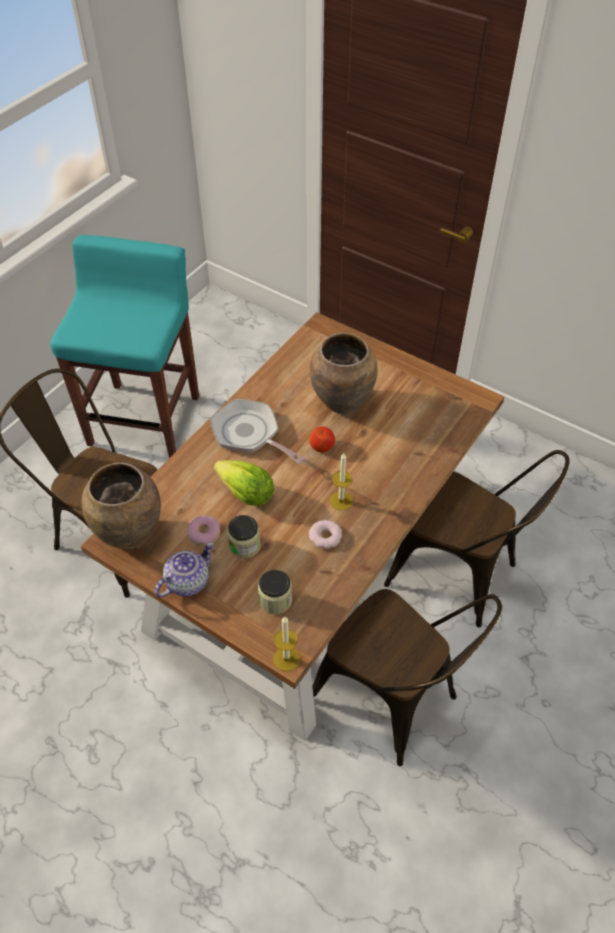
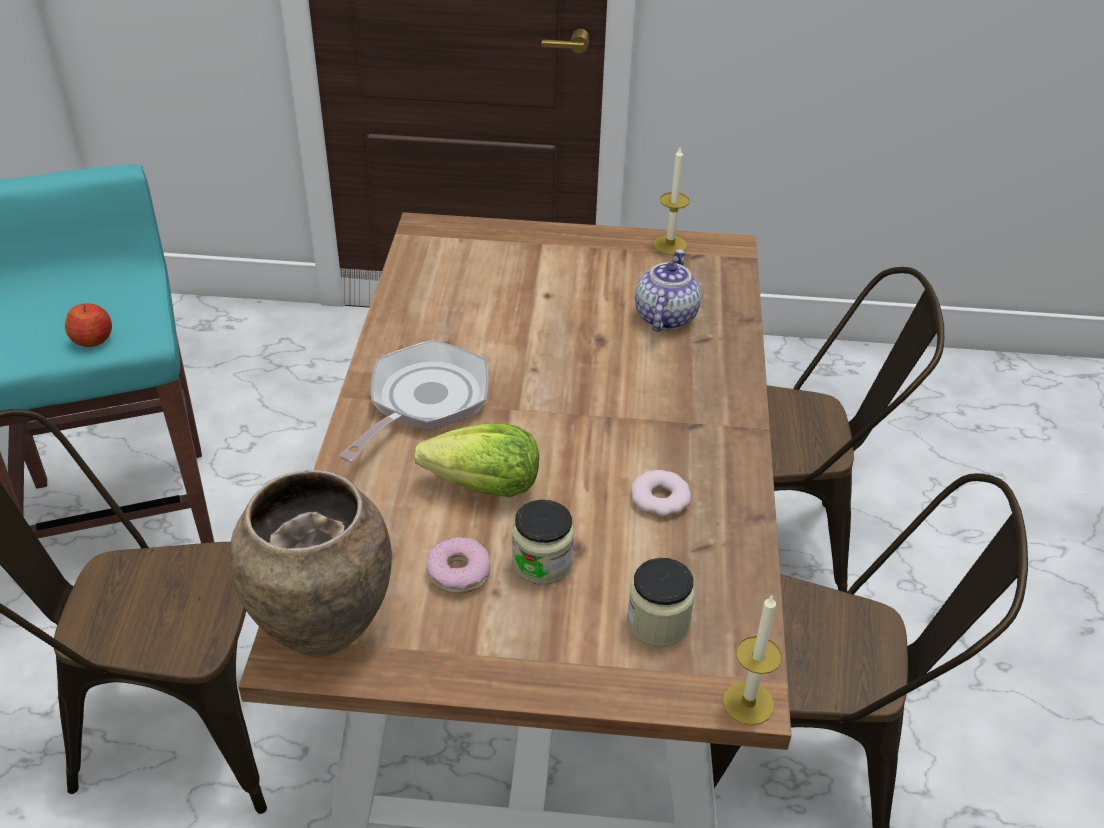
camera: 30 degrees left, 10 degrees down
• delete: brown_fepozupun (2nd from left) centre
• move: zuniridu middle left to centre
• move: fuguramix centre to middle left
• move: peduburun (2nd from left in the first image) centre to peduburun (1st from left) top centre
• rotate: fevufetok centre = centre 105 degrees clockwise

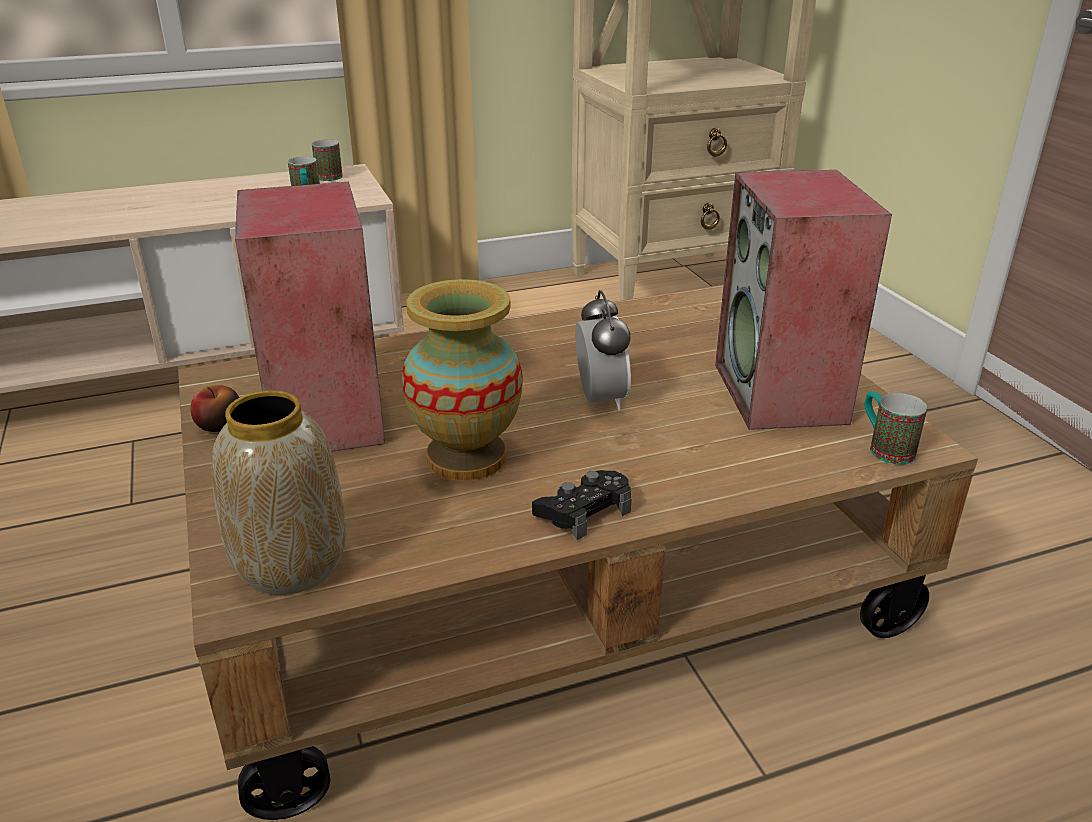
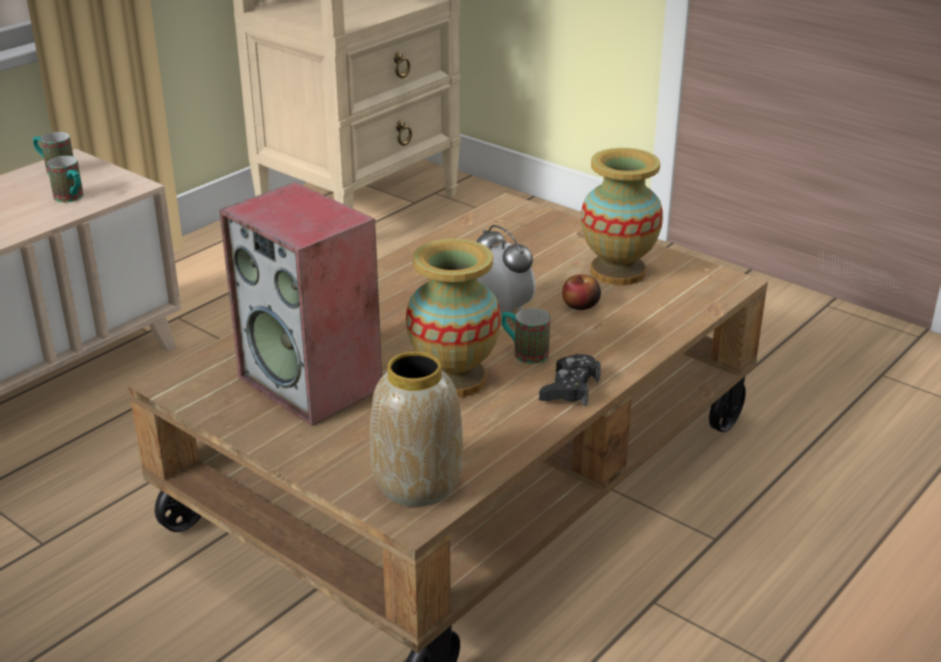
camera: 30 degrees left, 0 degrees up
• move: fuguramix middle left to centre
• move: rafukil (3rd from left) middle right to centre
• replace: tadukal (2nd from left) middle right to fepozupun (3rd from left) top centre

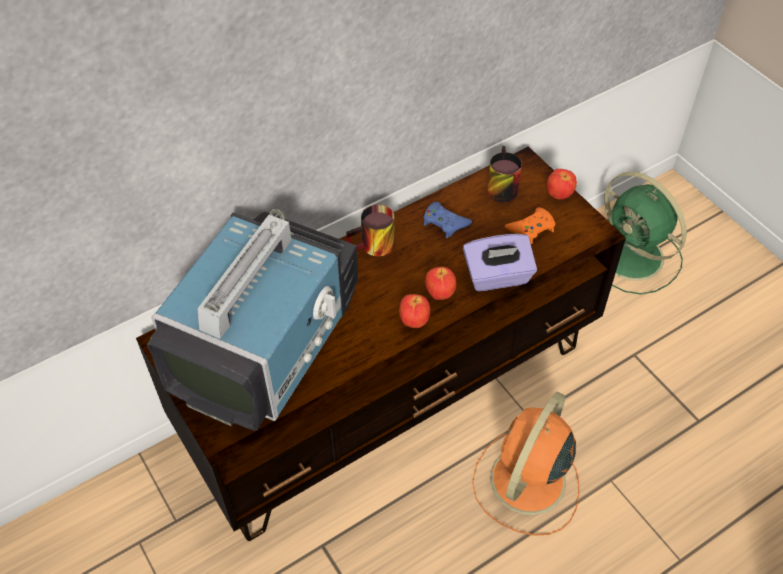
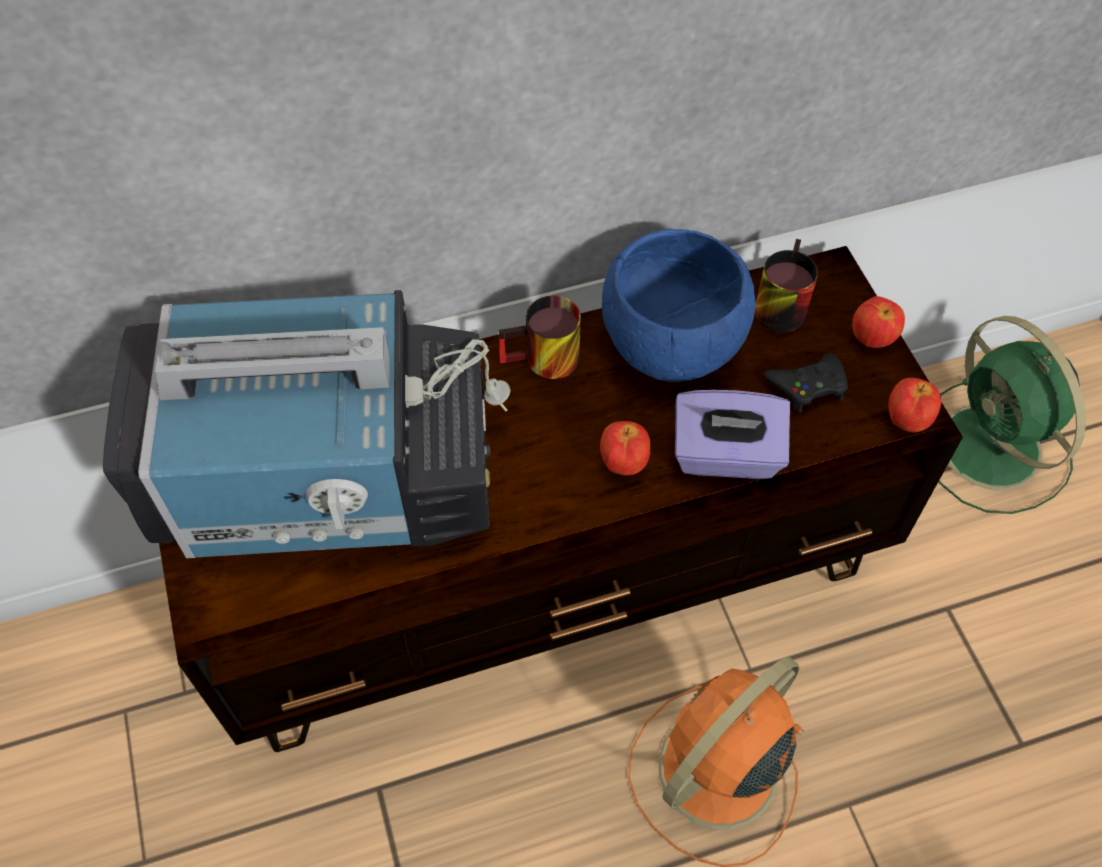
camera: 15 degrees right, 5 degrees up
• move: fuguramix (1st from left in the first image) centre to fuguramix (3rd from left) middle right
• replace: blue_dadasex centre to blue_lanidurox centre
• recolor: orange_dadasex middle right to black_dadasex middle right
• rotate: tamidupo middle left = middle left 45 degrees clockwise

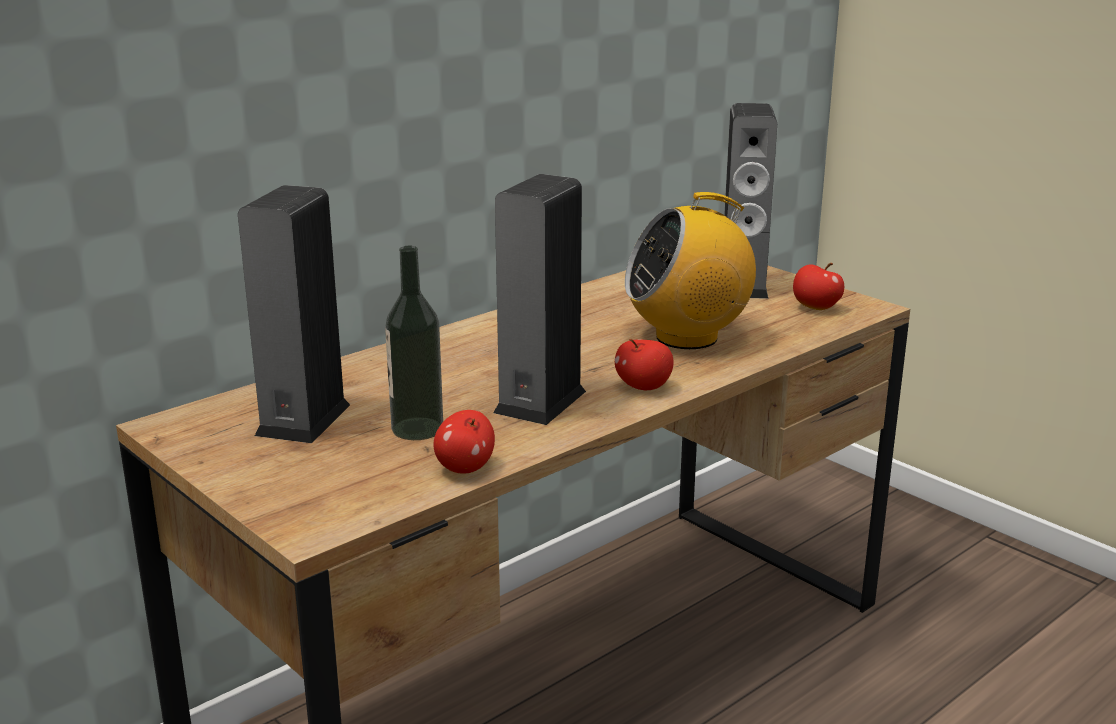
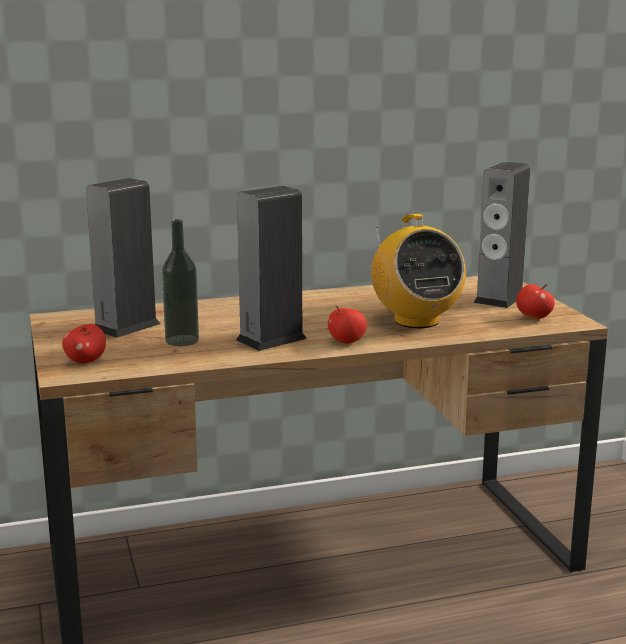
camera: 25 degrees right, 5 degrees down
• move: fuguramix (1st from left) centre to middle left
• rotate: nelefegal centre = middle right 120 degrees counterclockwise

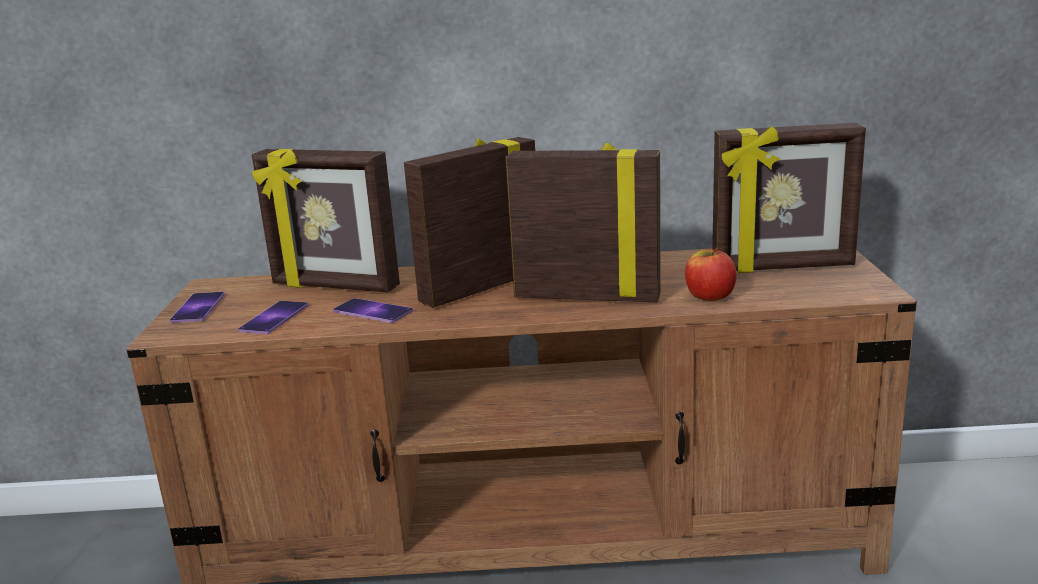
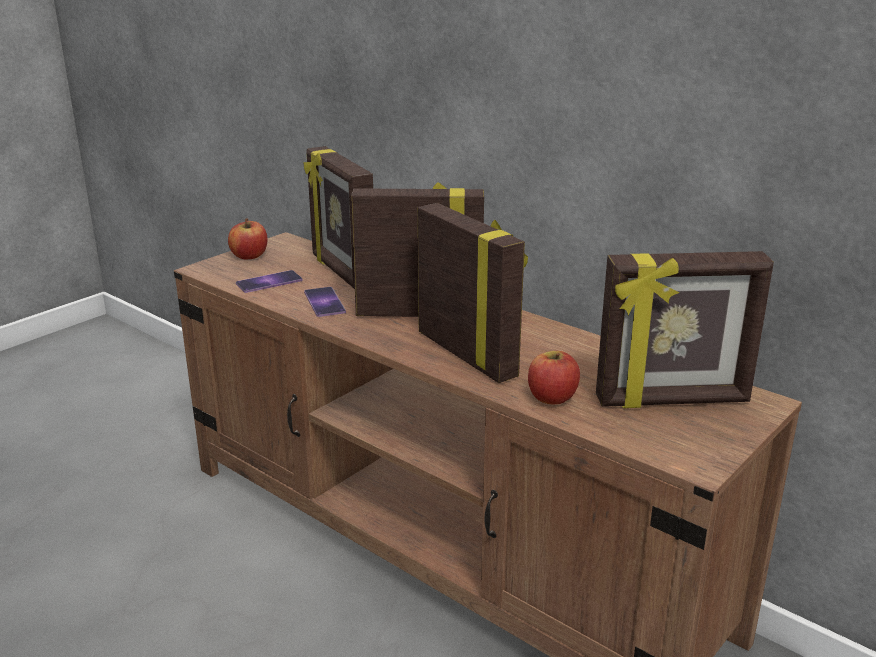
camera: 40 degrees right, 5 degrees up
• replace: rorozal (1st from left) middle left to fuguramix (1st from left) middle left
• rotate: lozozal (4th from left) middle right = middle right 45 degrees counterclockwise

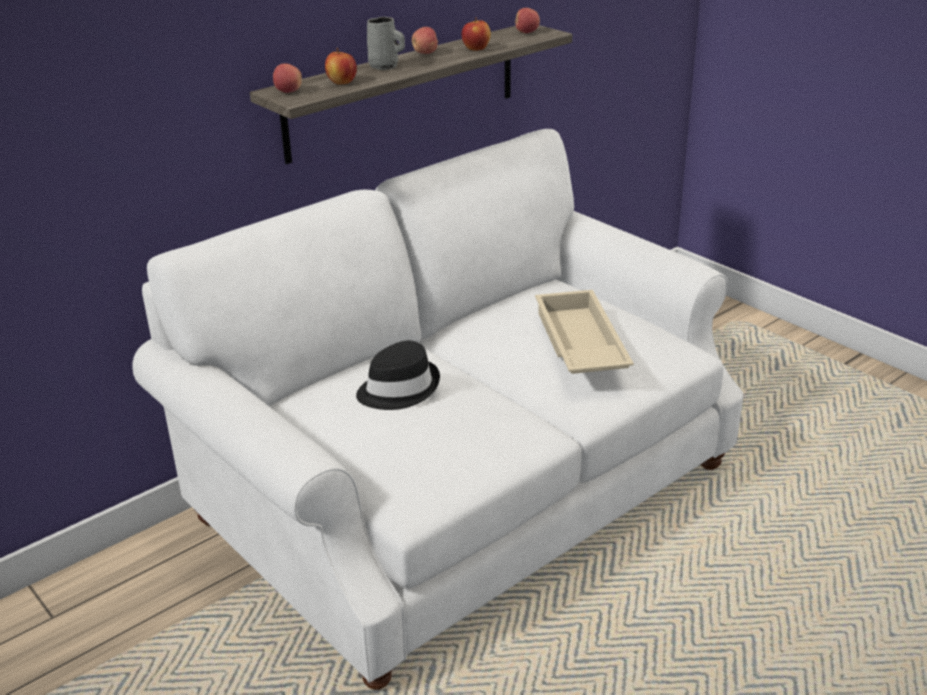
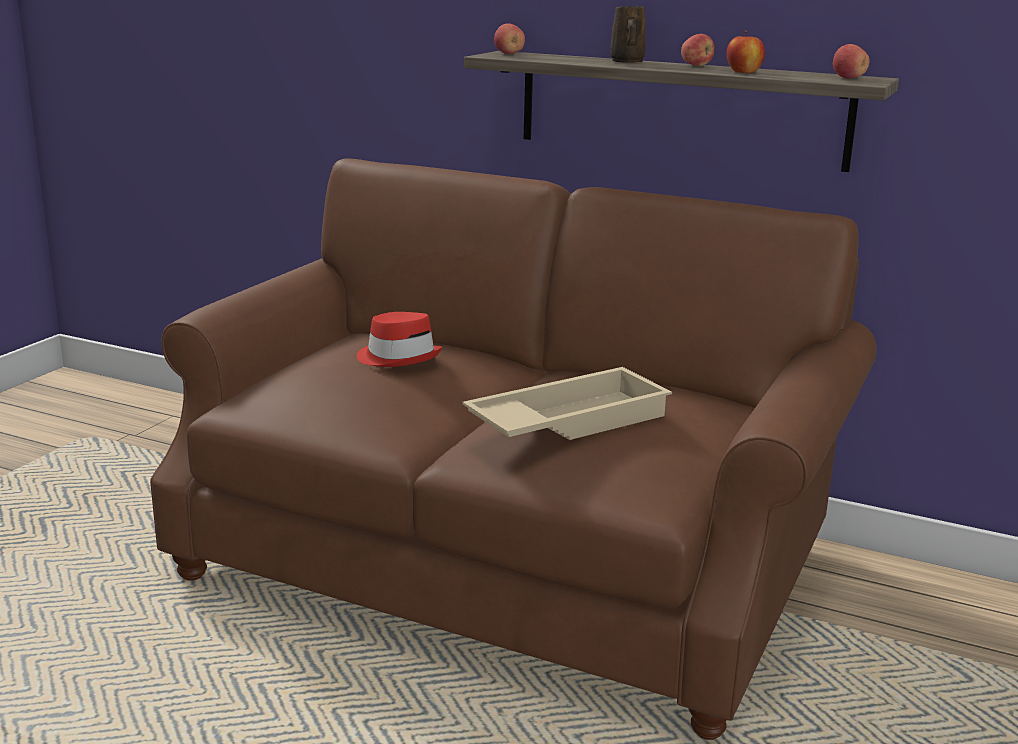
camera: 65 degrees right, 10 degrees down
• delete: fuguramix (2nd from left) top centre
• recolor: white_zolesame centre to brown_zolesame centre
• recolor: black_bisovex centre to red_bisovex centre
• recolor: grey_rafukil top centre to brown_rafukil top centre

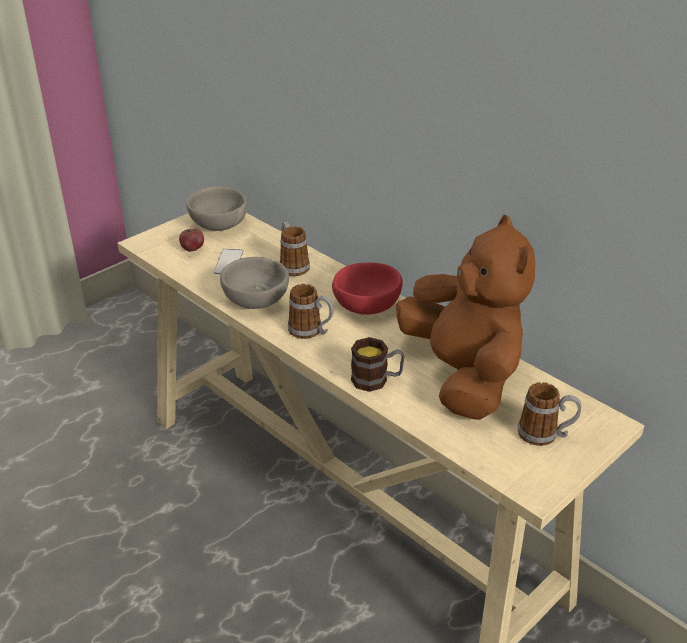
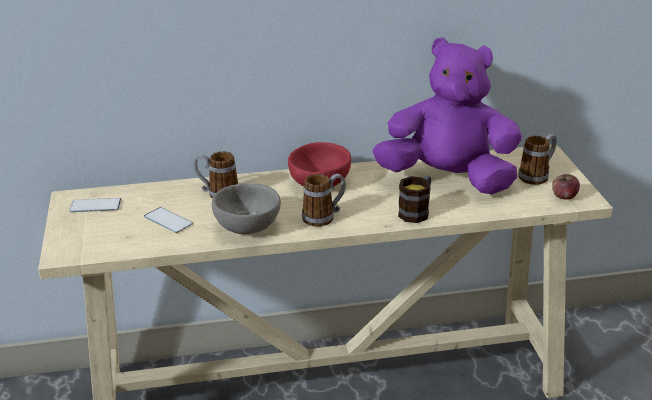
camera: 55 degrees left, 5 degrees down
• move: fuguramix middle left to middle right
• replace: grey_lanidurox (1st from left) top left to rorozal (1st from left) middle left
• recolor: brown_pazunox middle right to purple_pazunox top right

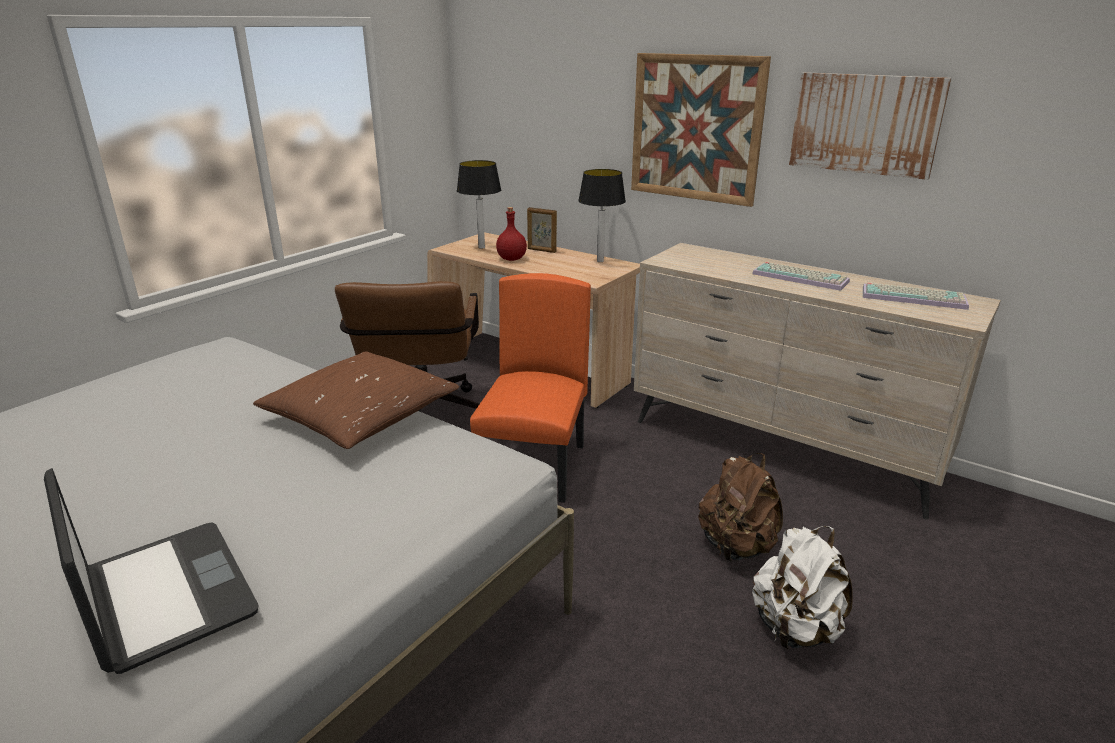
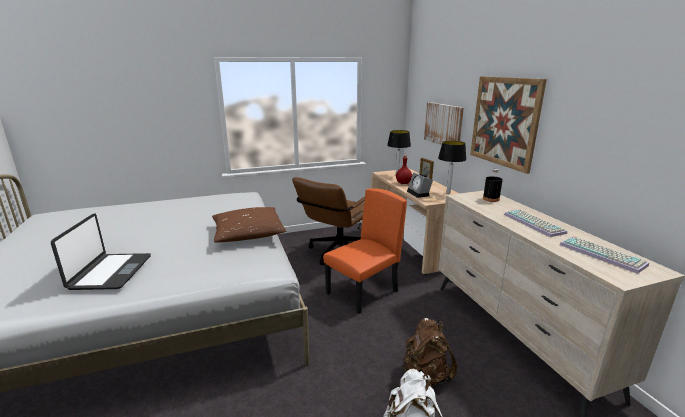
camera: 35 degrees right, 5 degrees down
• insert: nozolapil centre
• insert: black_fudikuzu middle right
• move: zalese (2nd from left in the first image) top right to zalese (1st from left) top centre

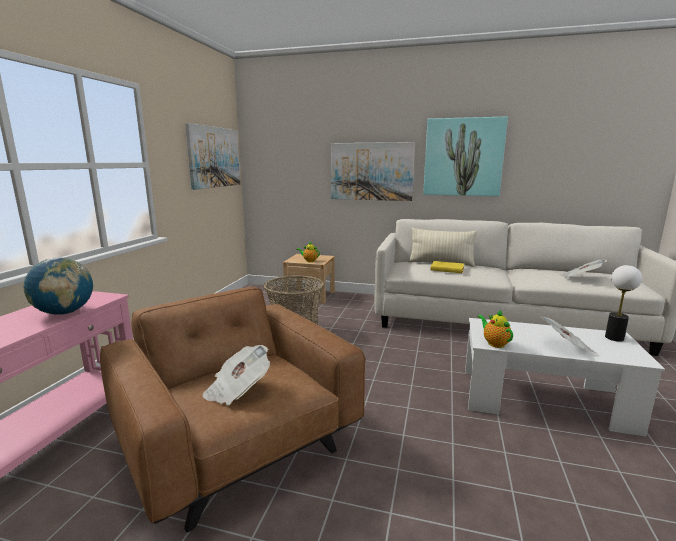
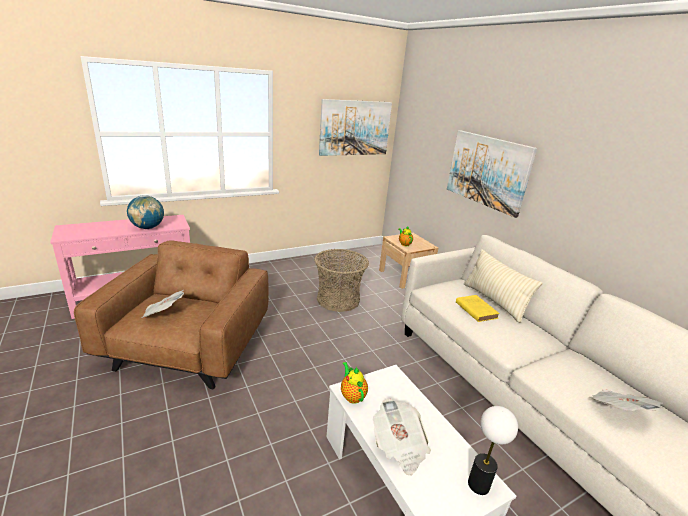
camera: 45 degrees right, 10 degrees up
• delete: zalese (3rd from left) top right
• rotate: zuniridu (2nd from left in the first image) middle right = bottom centre 45 degrees counterclockwise

